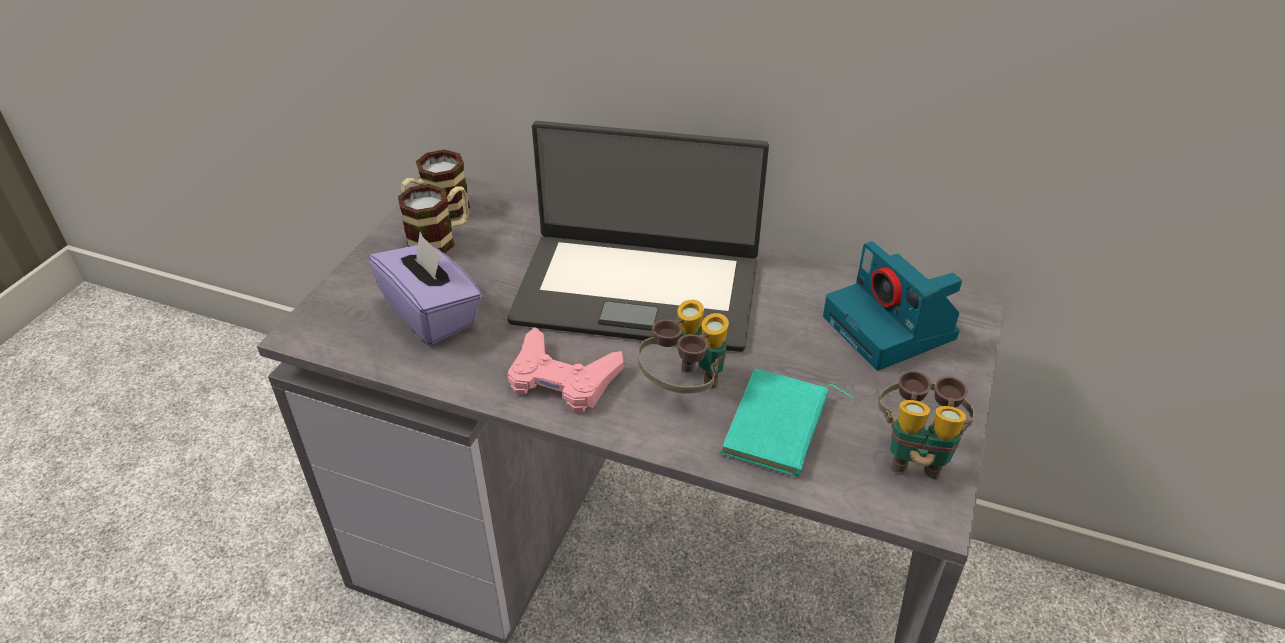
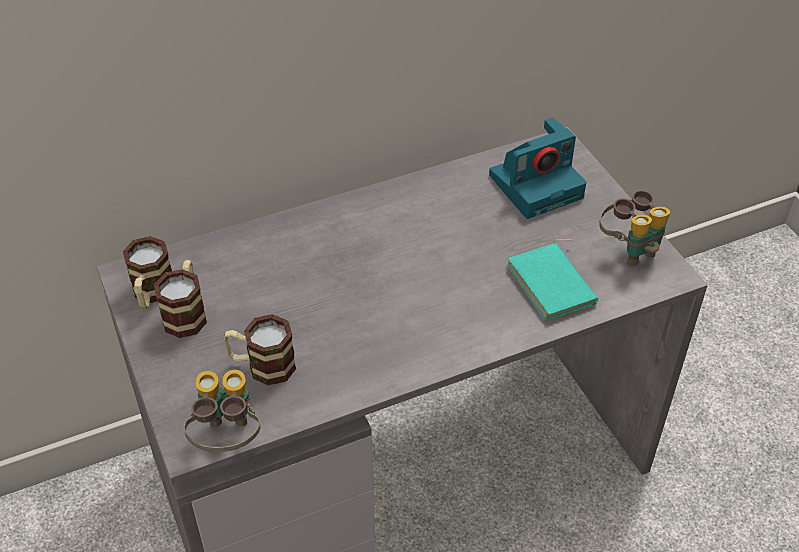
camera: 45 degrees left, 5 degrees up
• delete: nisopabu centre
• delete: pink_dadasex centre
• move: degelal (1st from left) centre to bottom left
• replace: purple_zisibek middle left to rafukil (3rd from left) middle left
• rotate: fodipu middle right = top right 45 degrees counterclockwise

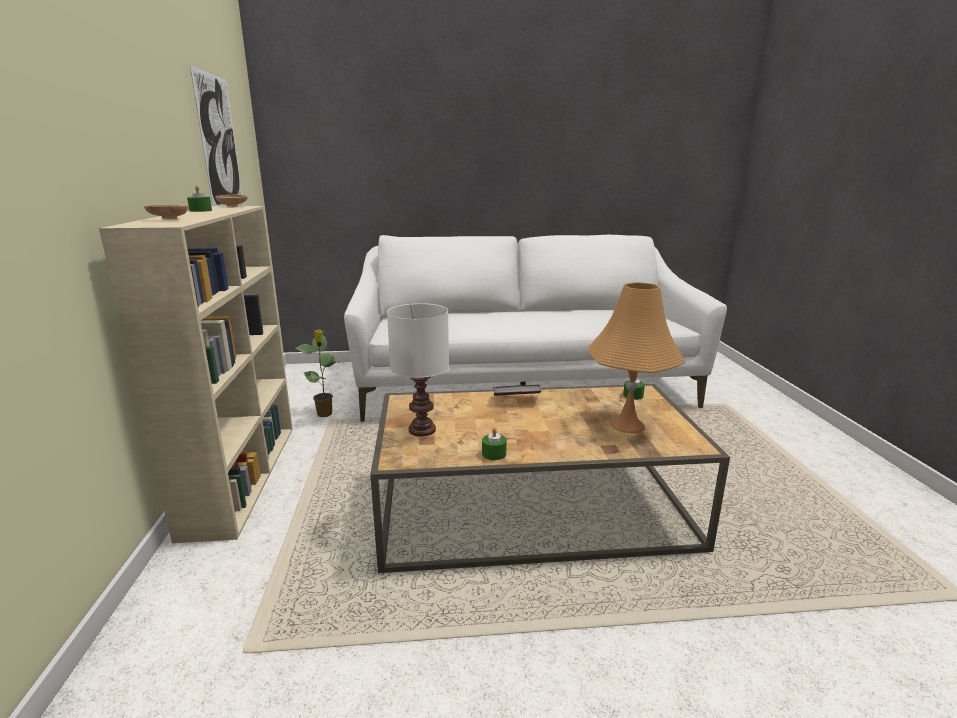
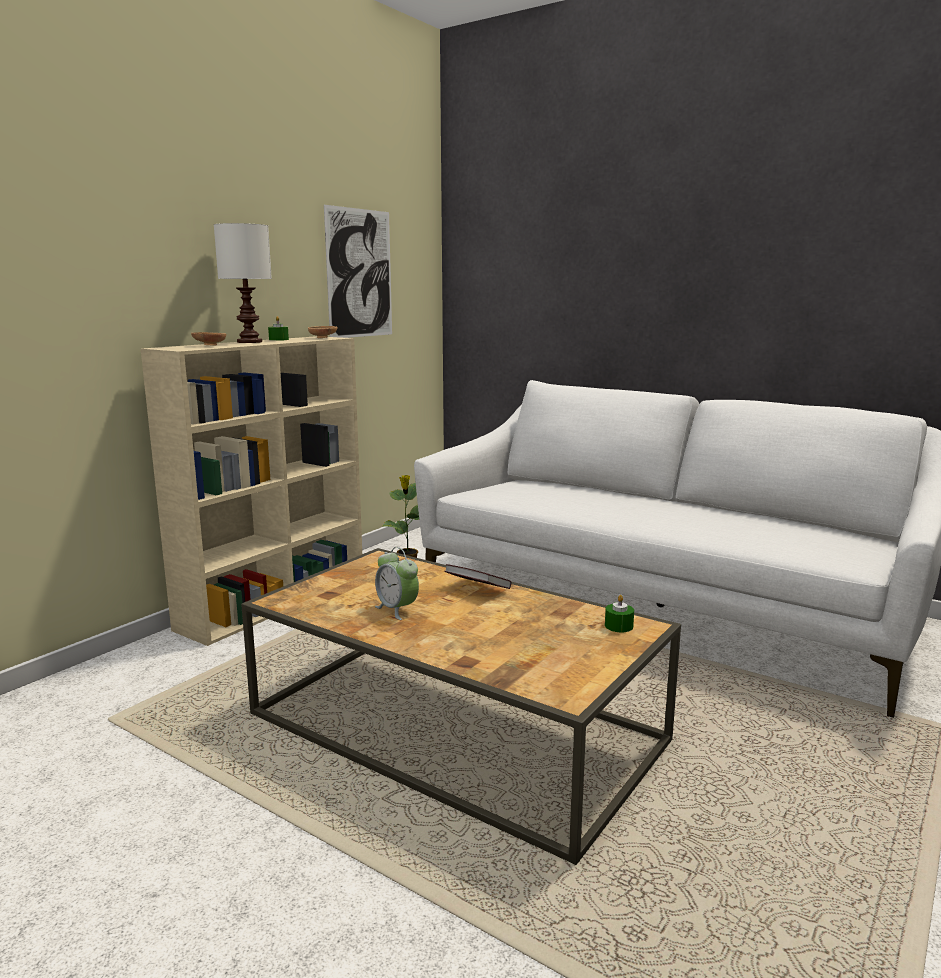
camera: 40 degrees right, 5 degrees down
• delete: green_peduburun (2nd from left) centre
• delete: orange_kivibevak centre
• insert: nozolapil centre
• move: white_kivibevak centre to top left

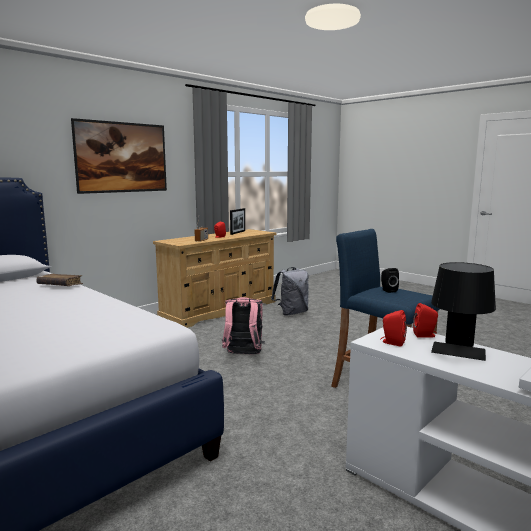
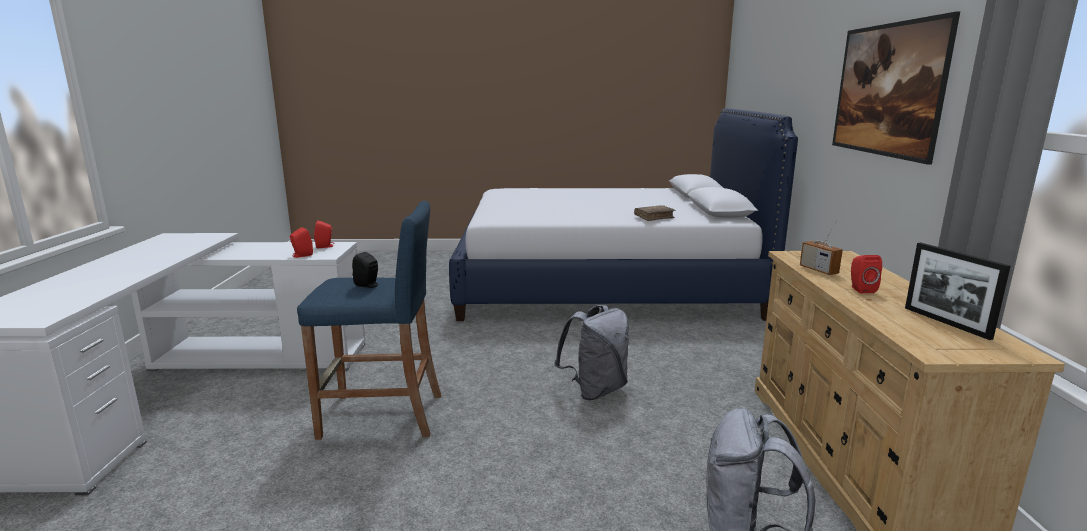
camera: 135 degrees right, 5 degrees up
• delete: black_kivibevak middle right
• recolor: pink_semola centre to grey_semola (1st from left) centre

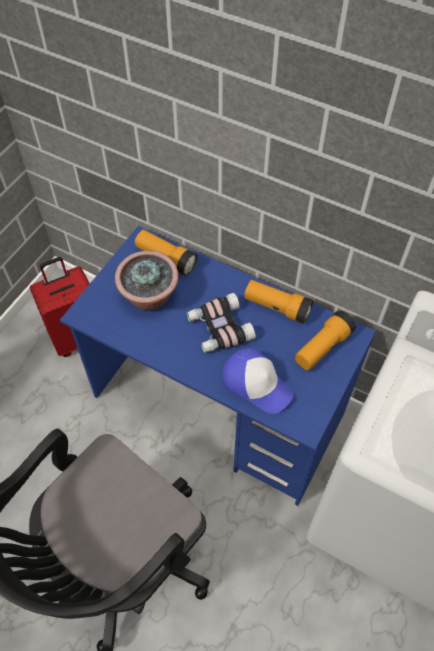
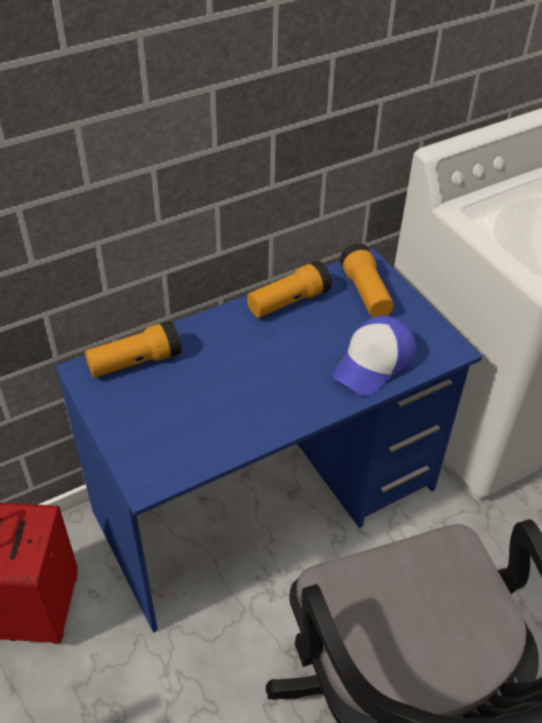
camera: 60 degrees left, 10 degrees down
• delete: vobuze centre
• delete: degelal centre
• rotate: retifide centre = middle right 150 degrees clockwise

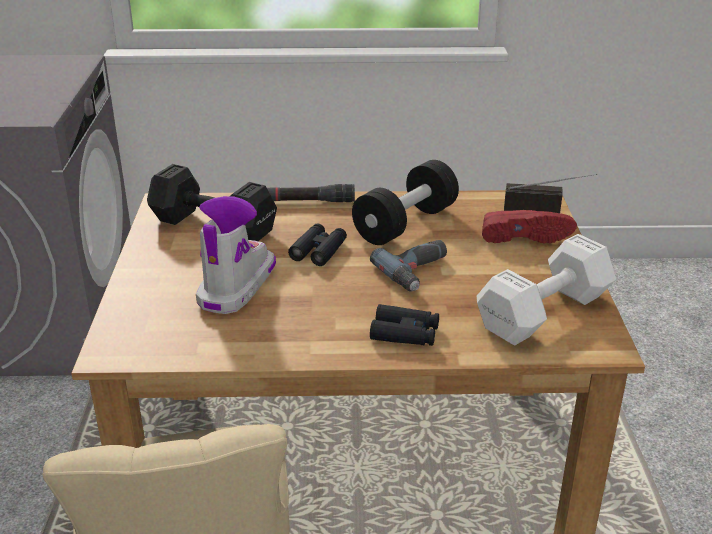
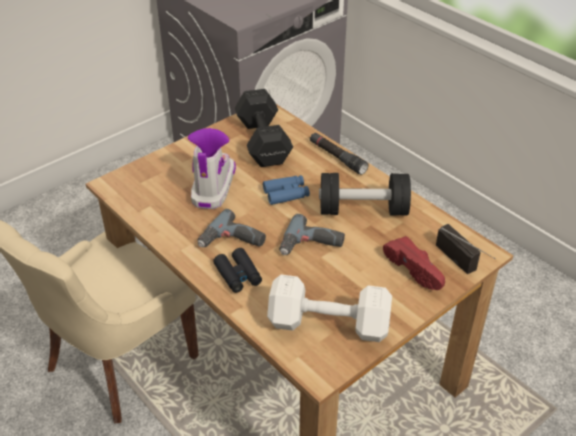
camera: 50 degrees right, 10 degrees up
• insert: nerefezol (1st from left) centre
• recolor: black_degelal (1st from left) centre to blue_degelal centre
• rotate: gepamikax middle left = centre 60 degrees counterclockwise

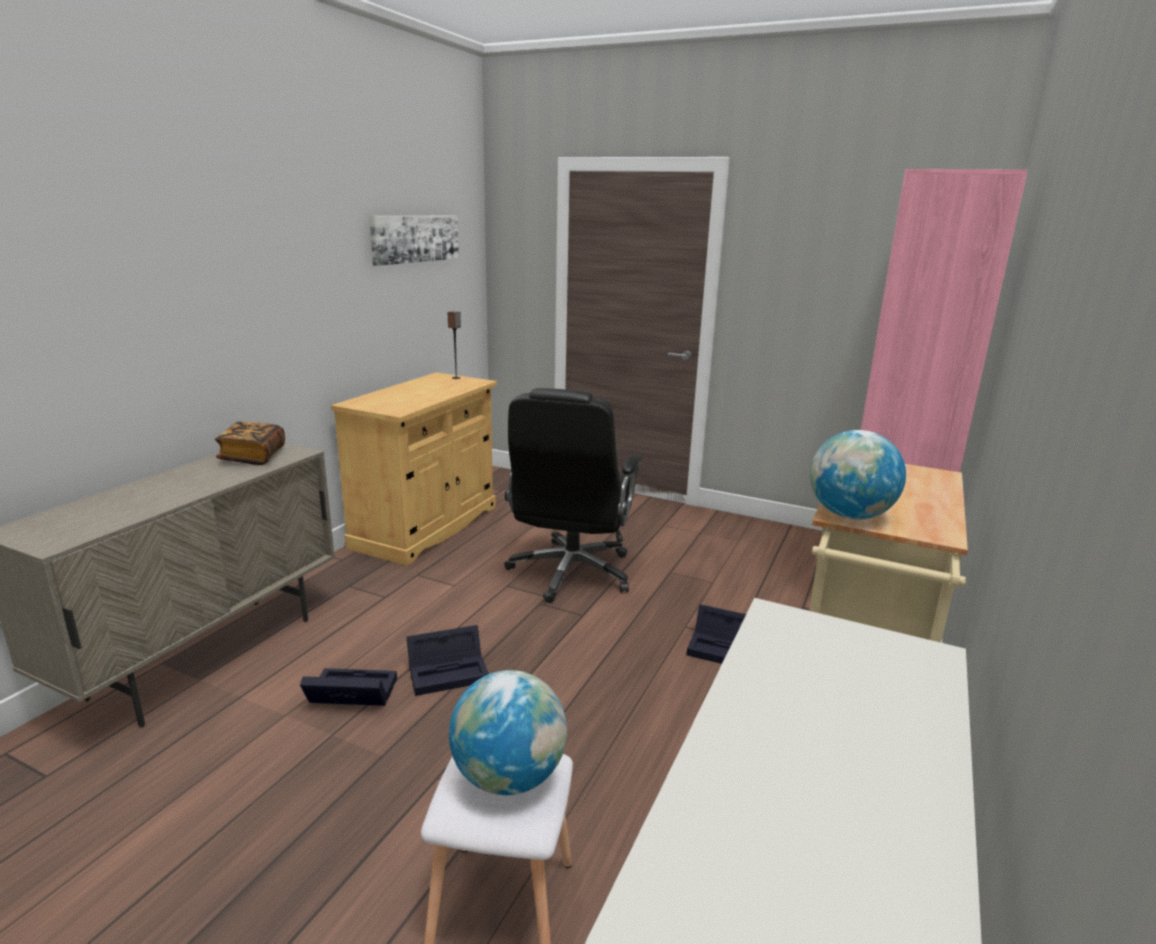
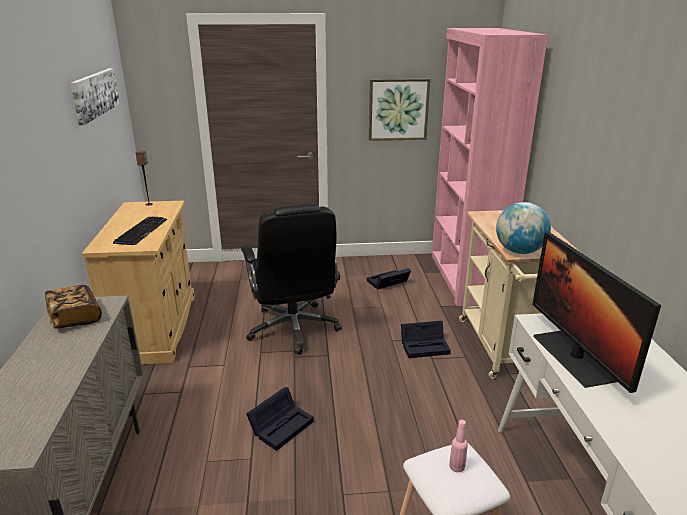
camera: 30 degrees left, 5 degrees up
• insert: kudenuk middle left
• insert: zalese (2nd from left) top centre
• insert: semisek middle right
• move: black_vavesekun (1st from left in the first image) bottom left to black_vavesekun (2nd from left) centre
• replace: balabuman (1st from left) bottom centre to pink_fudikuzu bottom right

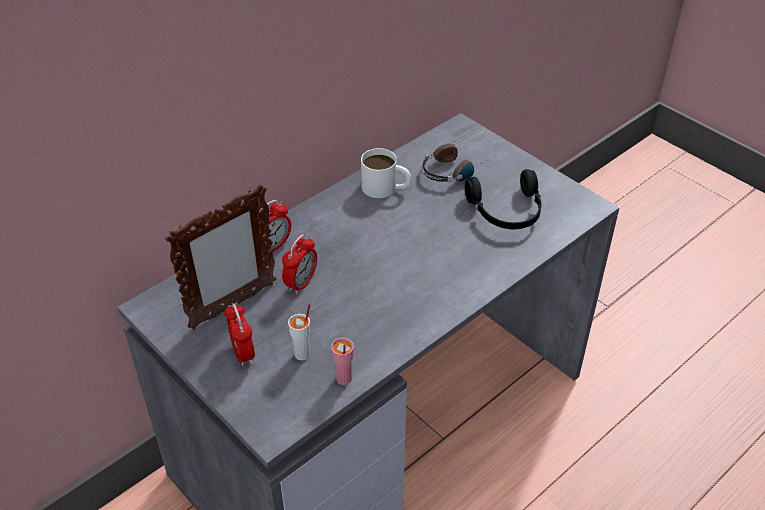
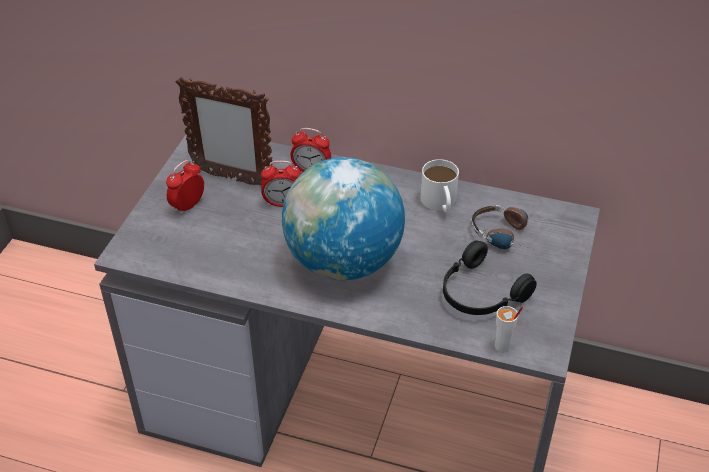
camera: 60 degrees right, 0 degrees up
• delete: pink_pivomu bottom centre
• insert: balabuman centre
• move: white_pivomu centre to bottom right

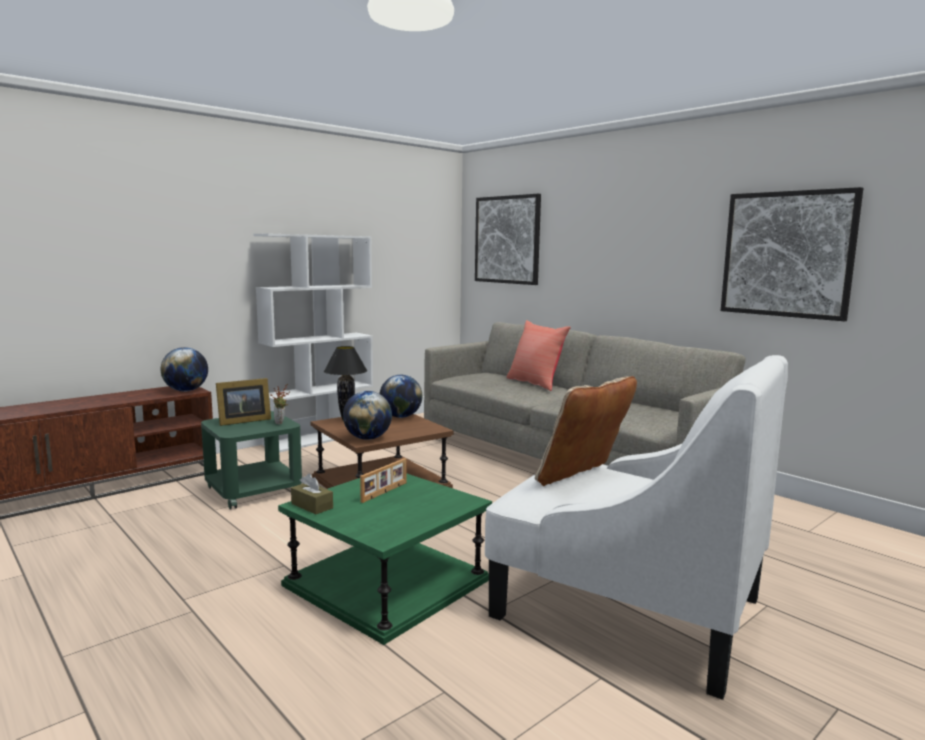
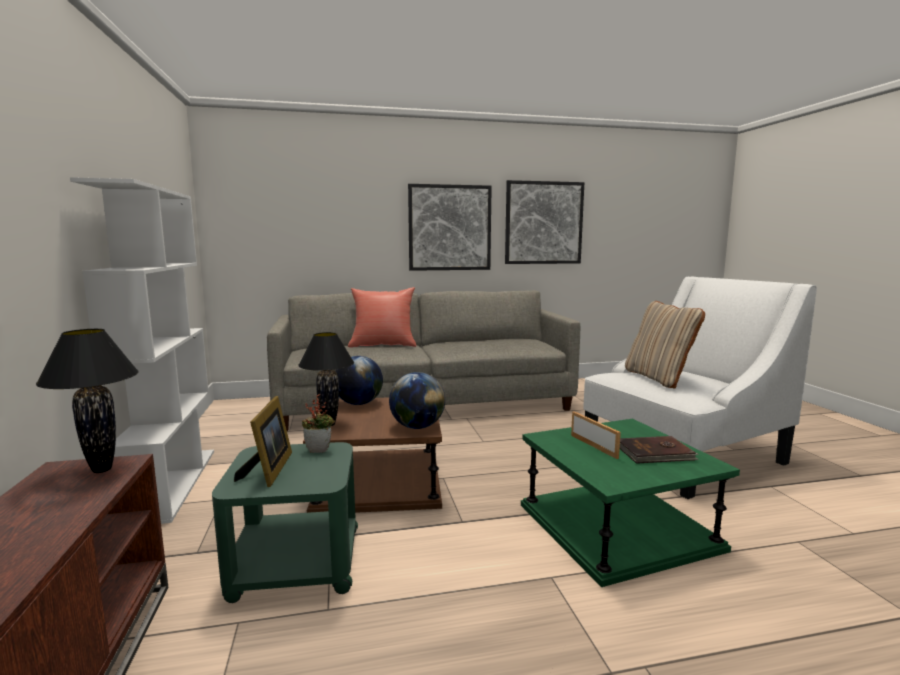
camera: 60 degrees left, 0 degrees up
• delete: brown_zisibek centre
• insert: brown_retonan bottom right
• move: zalese (1st from left) top centre to centre
• replace: balabuman (1st from left) middle left to black_kivibevak (1st from left) middle left

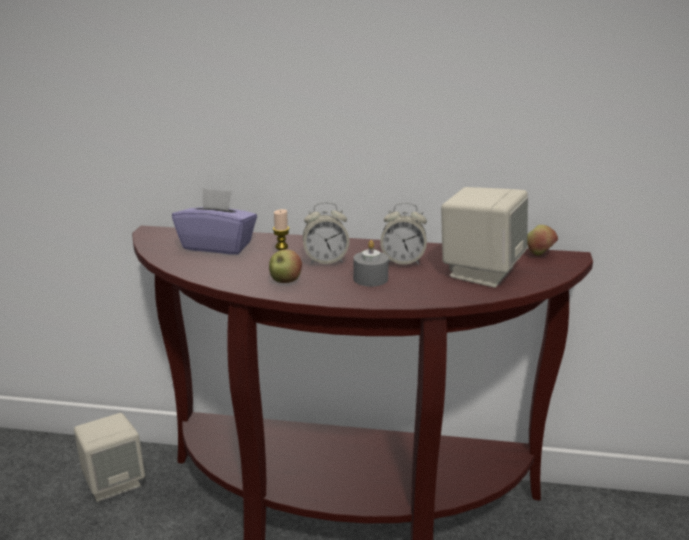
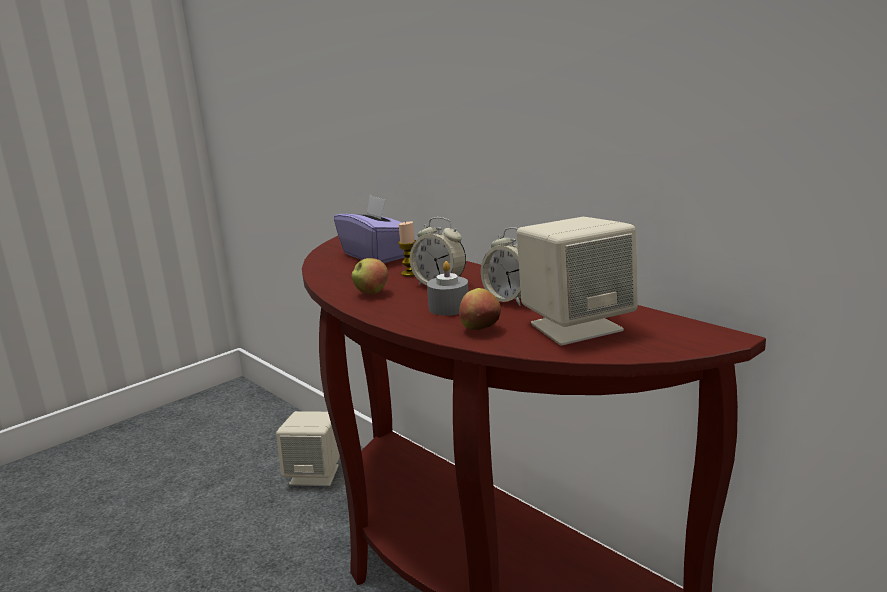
camera: 40 degrees right, 5 degrees down
• move: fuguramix (2nd from left) middle right to centre

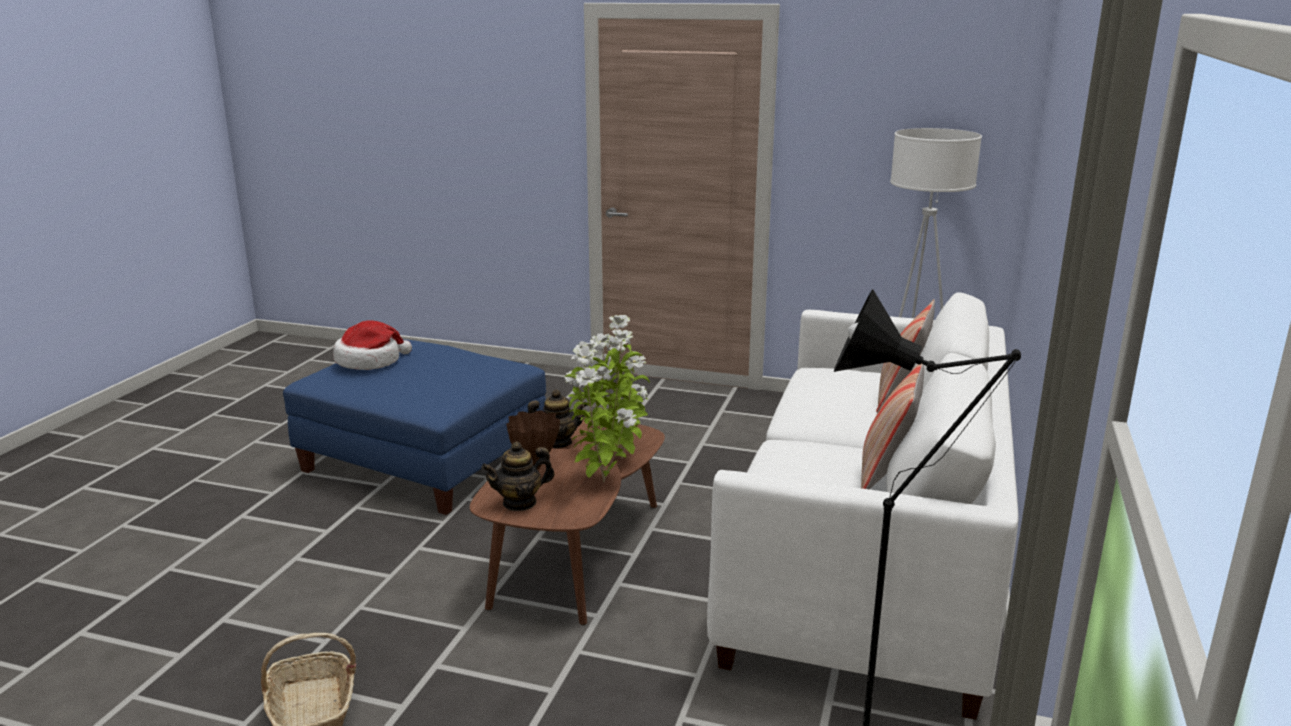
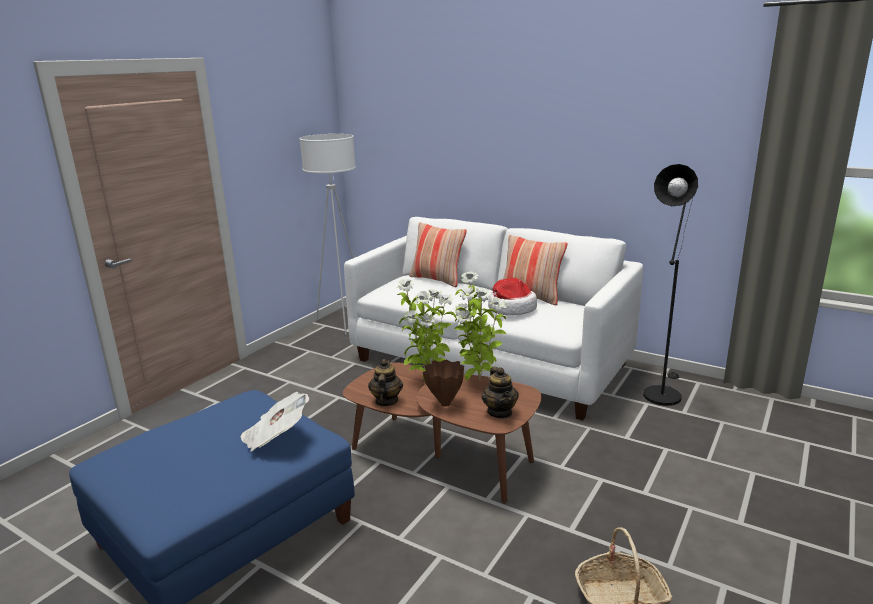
camera: 75 degrees left, 0 degrees up
• insert: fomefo bottom left
• move: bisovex middle left to centre

